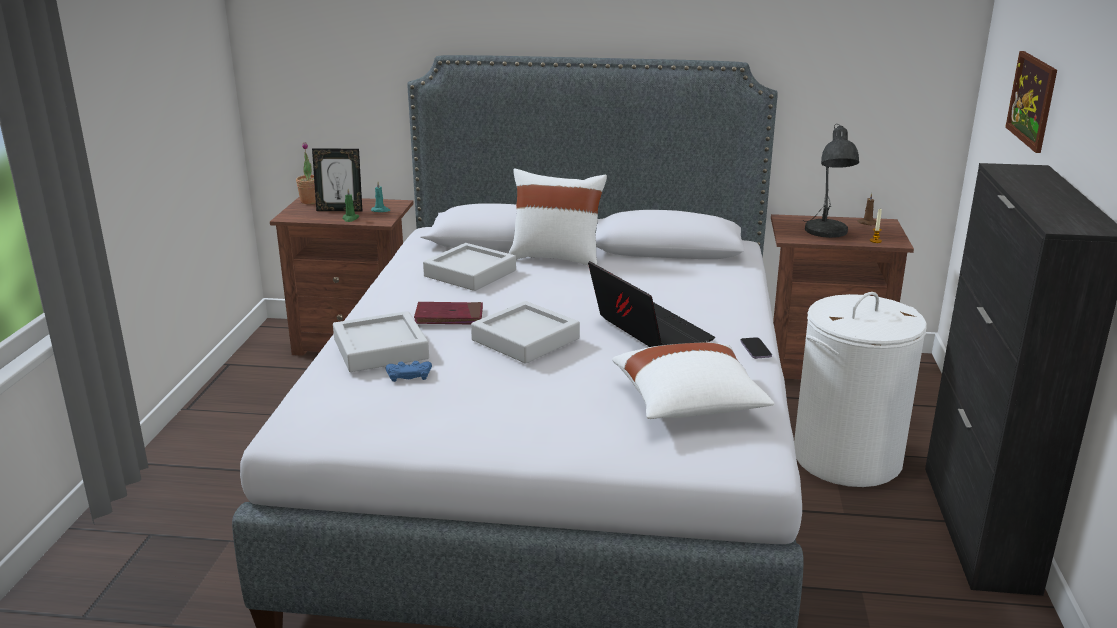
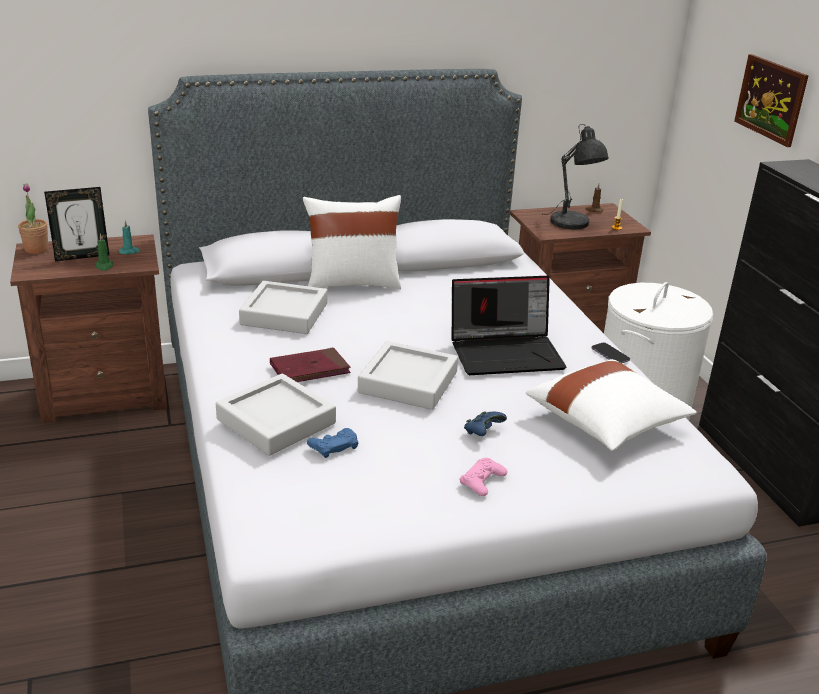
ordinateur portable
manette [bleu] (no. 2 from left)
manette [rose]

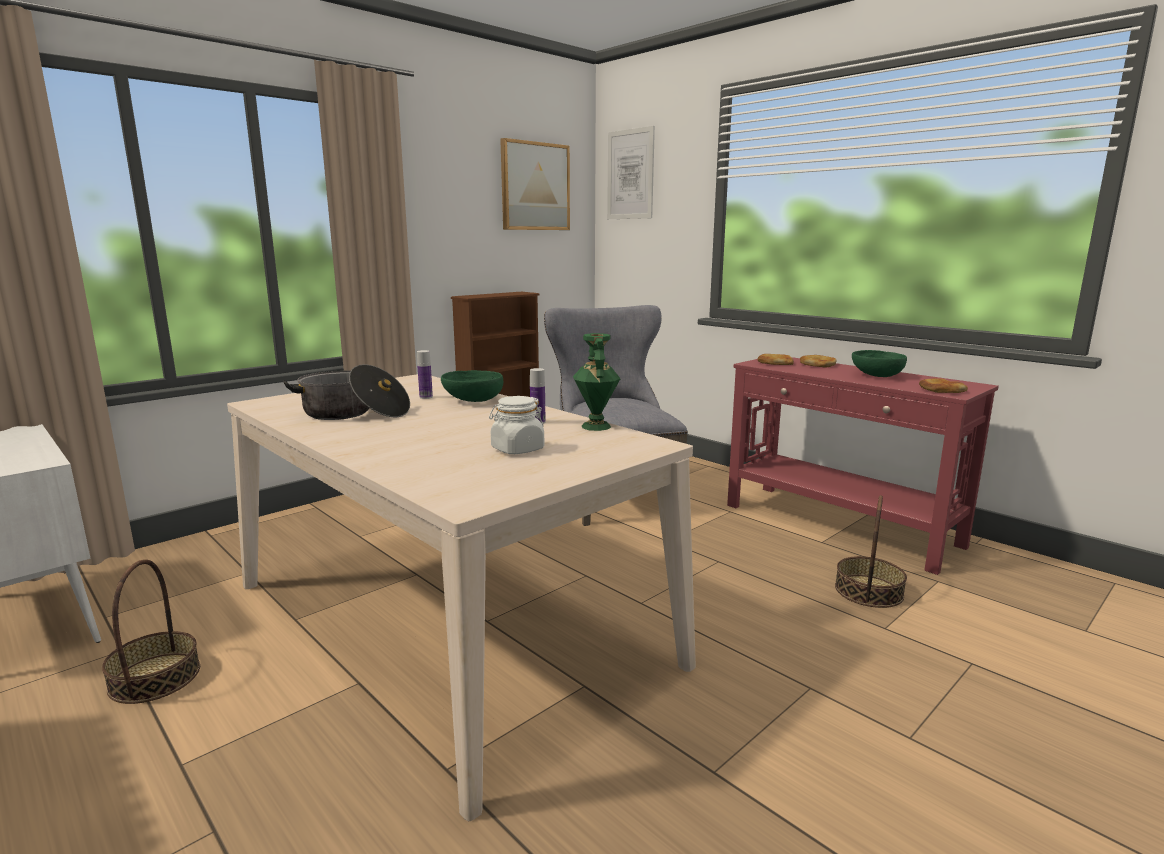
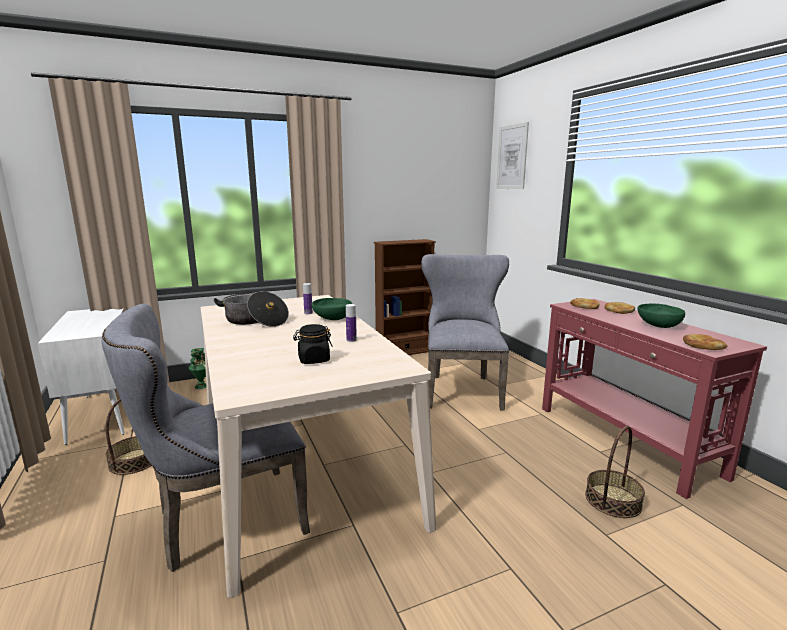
tableau (no. 1 from left in the first image)
vase [vert]
bocal [noir]
chaise [gris] (no. 1 from left)

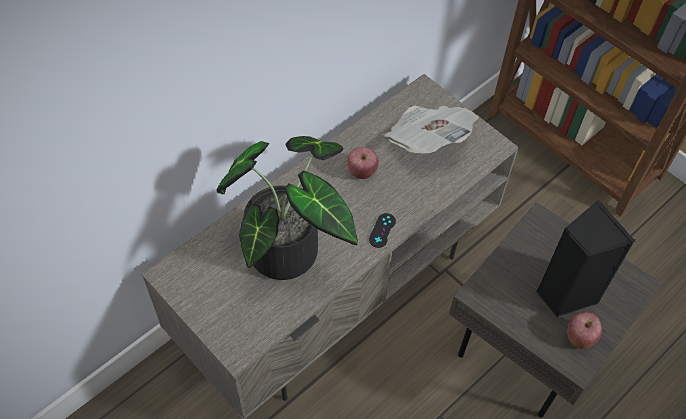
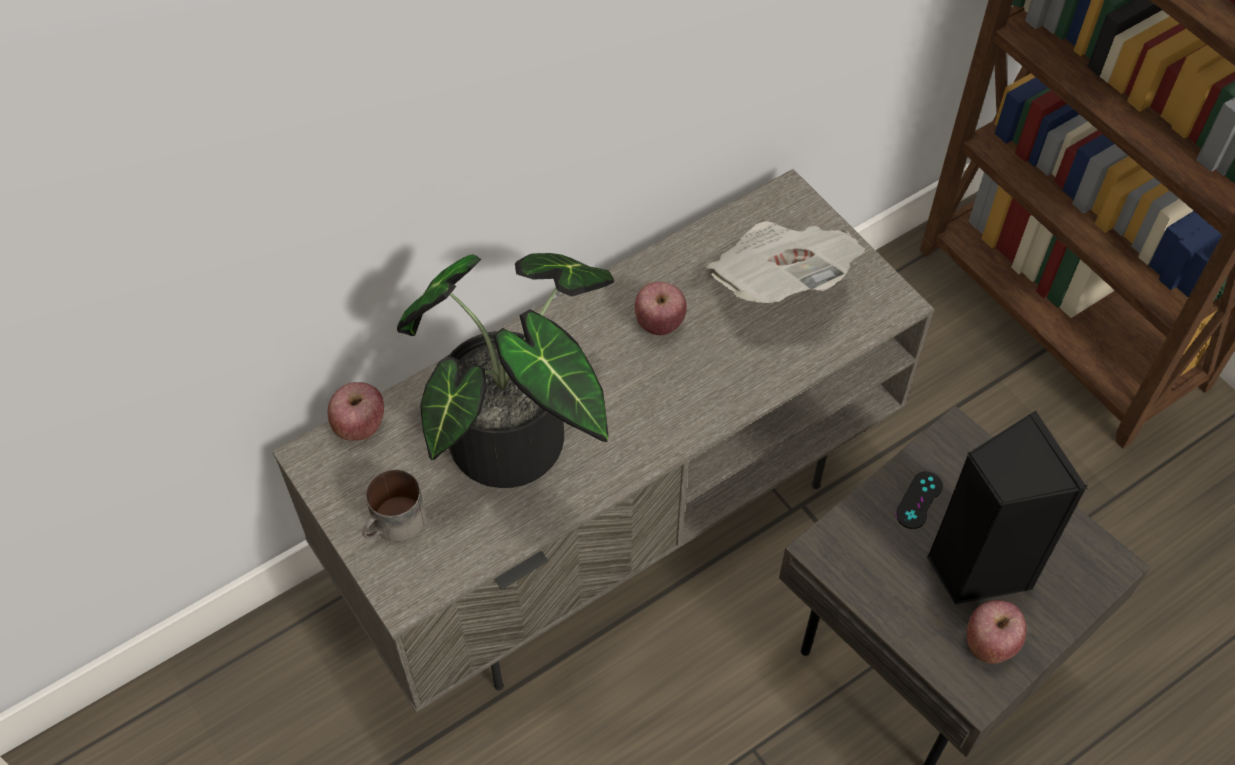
manette [noir]
pomme (no. 1 from left)
mug

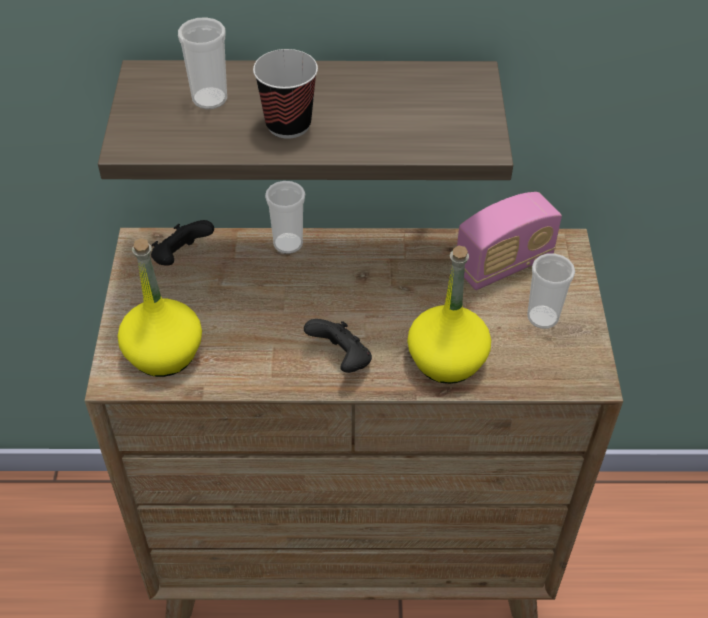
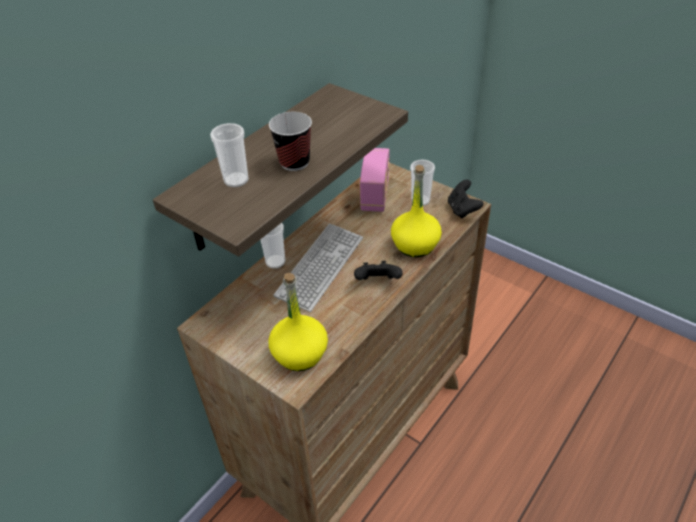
manette [noir] (no. 2 from left)
clavier

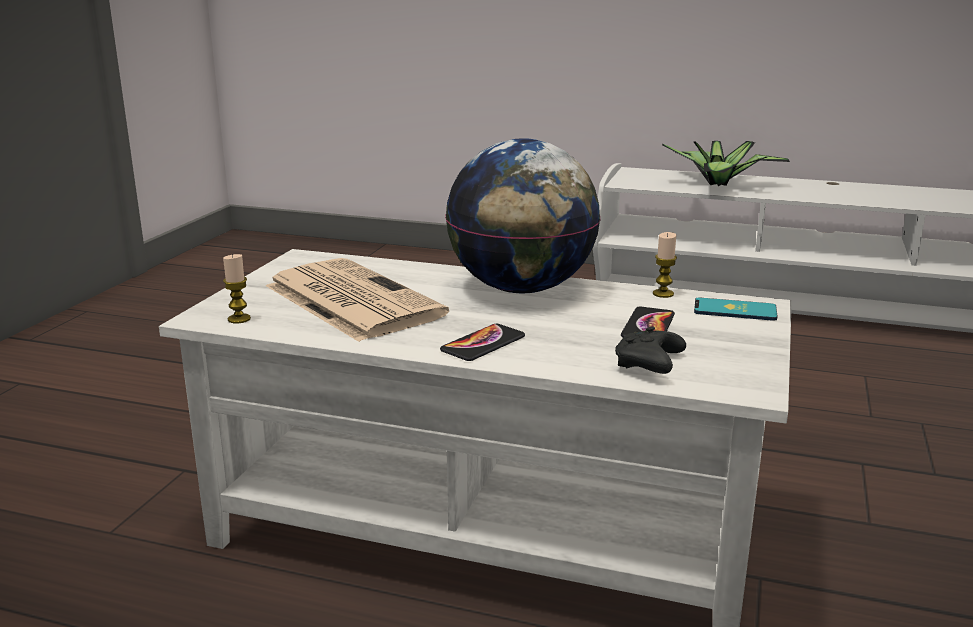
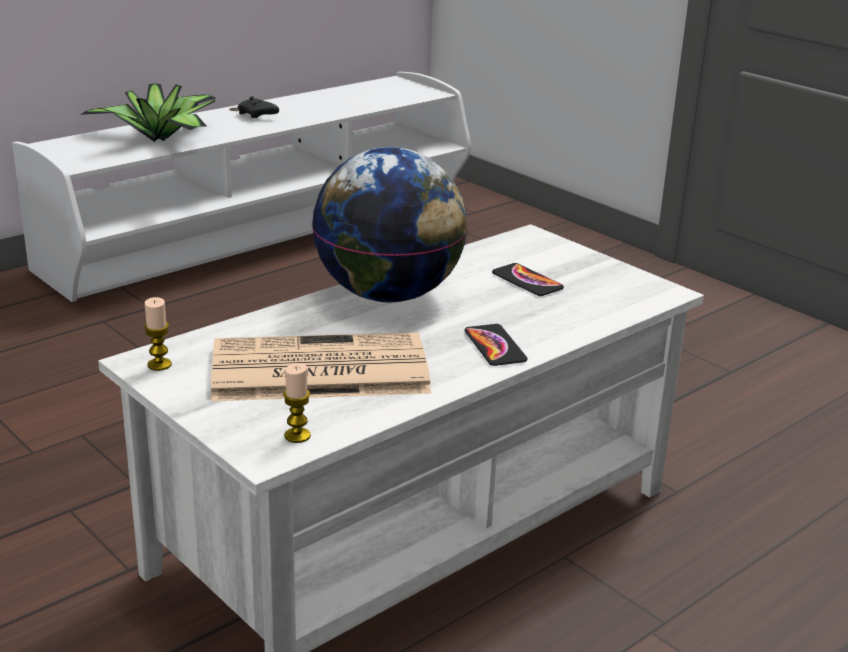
bougie (no. 1 from left)
téléphone (no. 3 from left in the first image)
manette [noir]

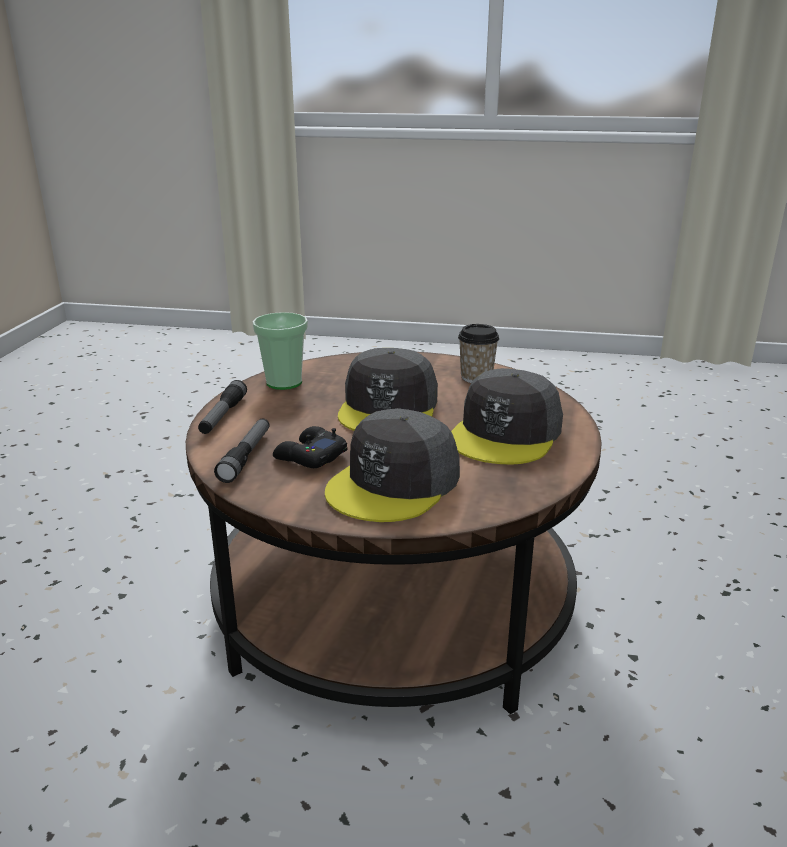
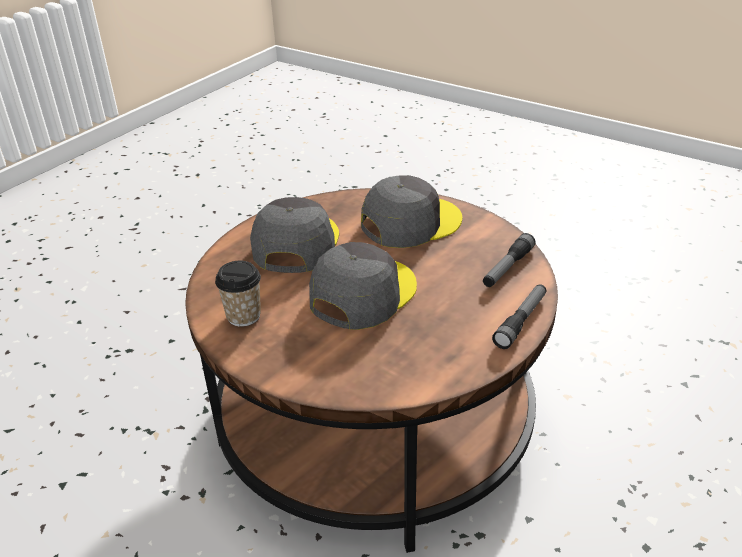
tasse (no. 1 from left in the first image)
casquette [gris] (no. 1 from left)
manette [noir]

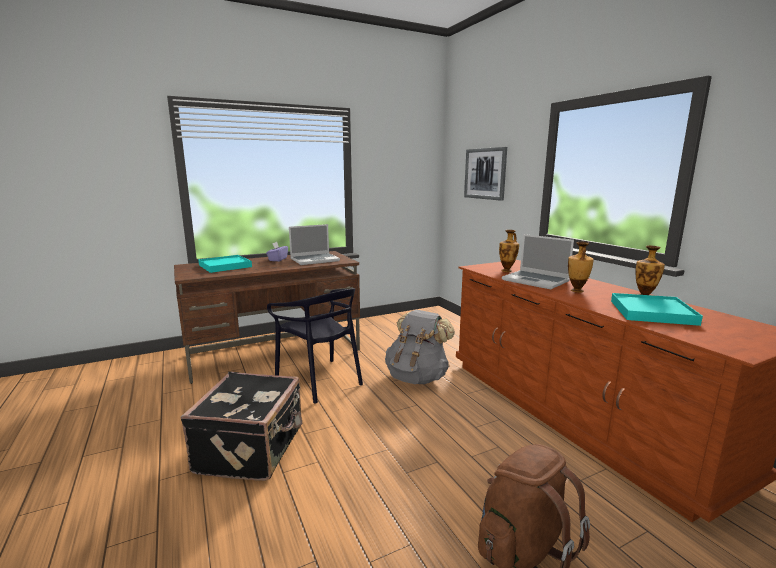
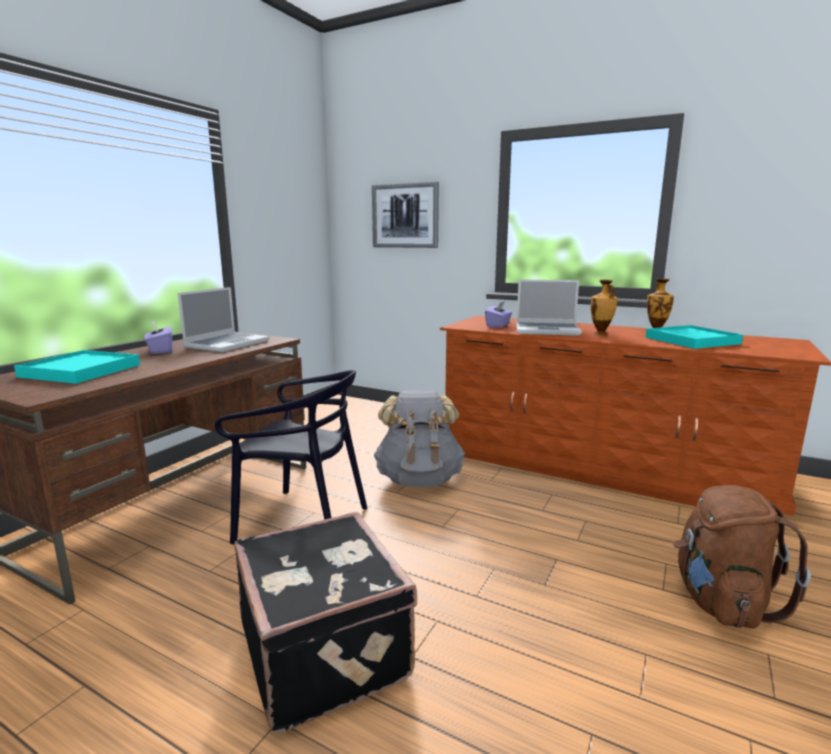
boîte à mouchoirs [violet] (no. 2 from left)

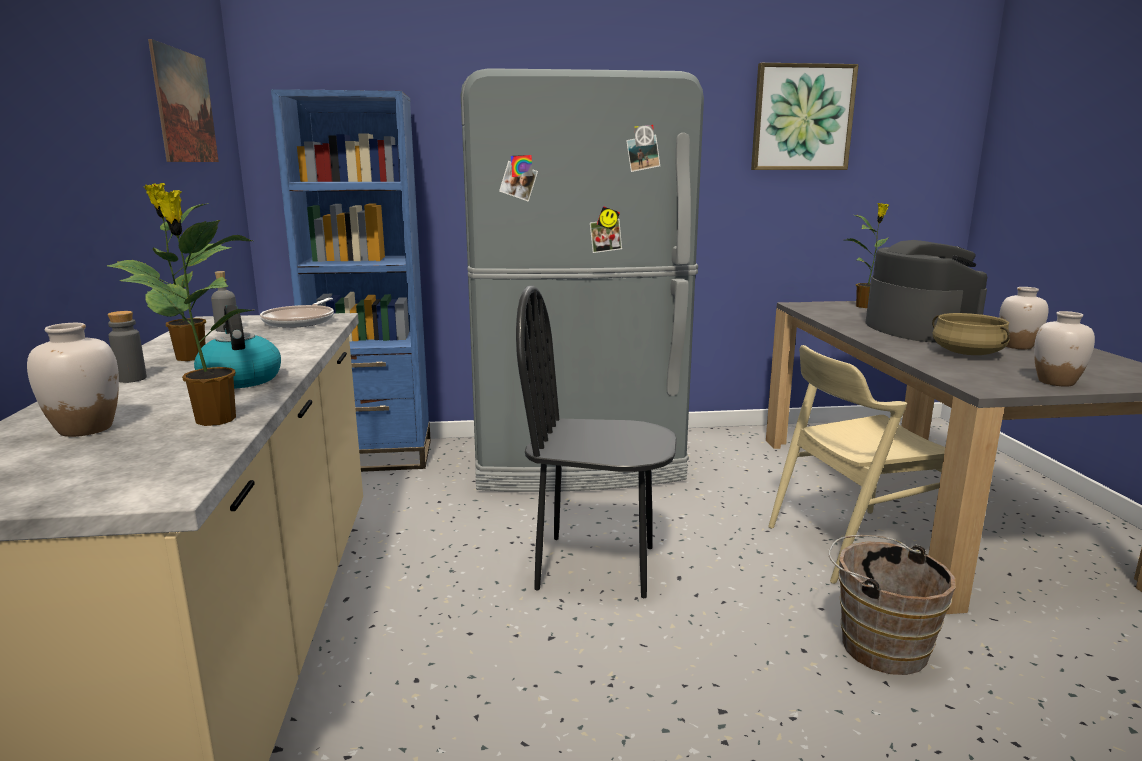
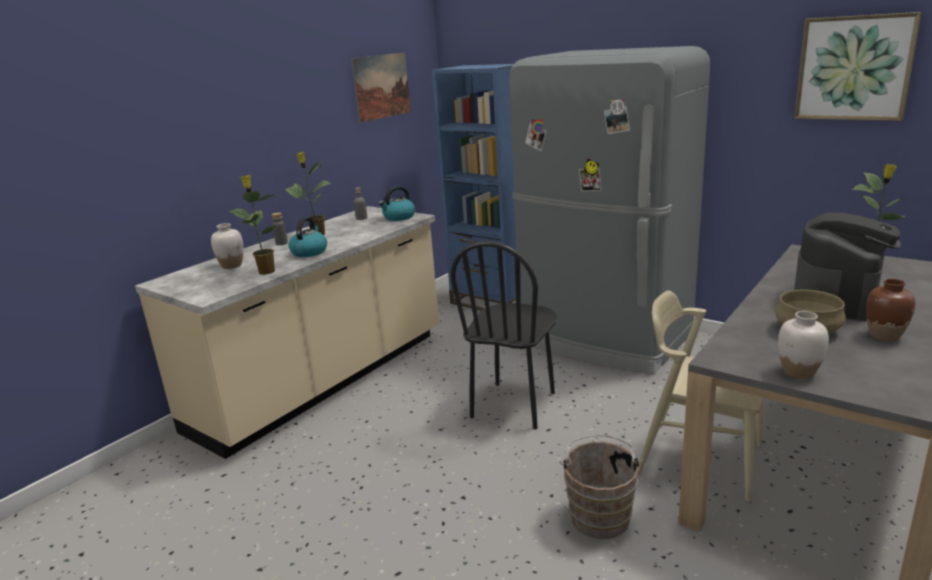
chaise [noir]
vase [marron]
bouilloire (no. 2 from left)

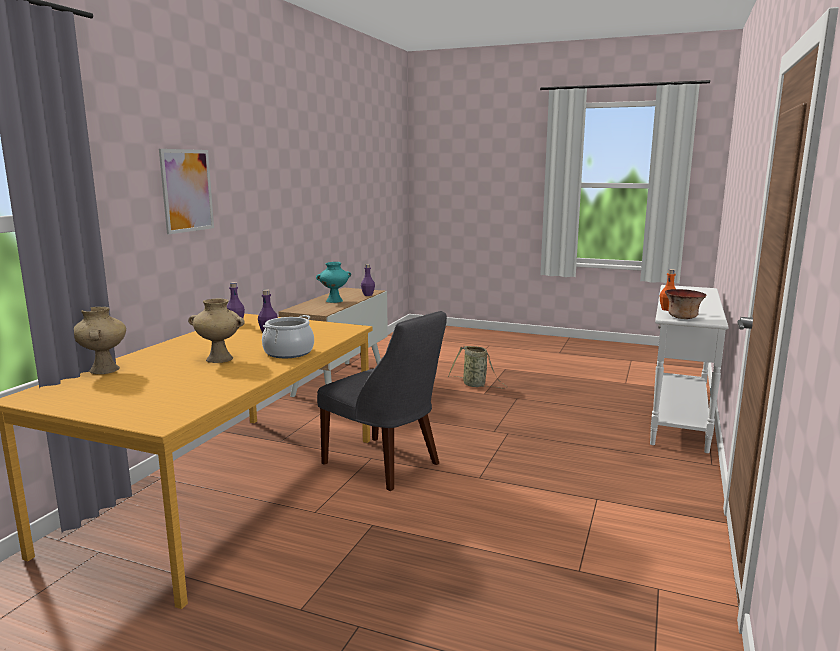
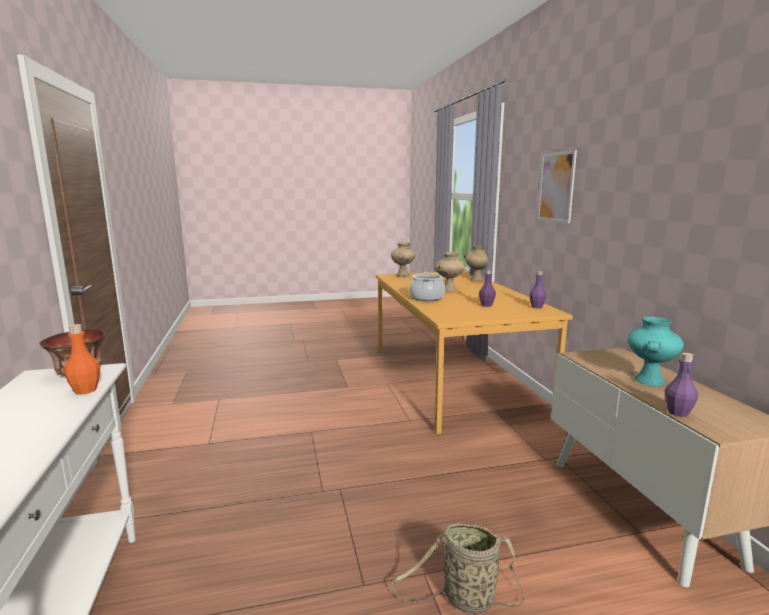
chaise [gris]
vase [beige] (no. 1 from left)

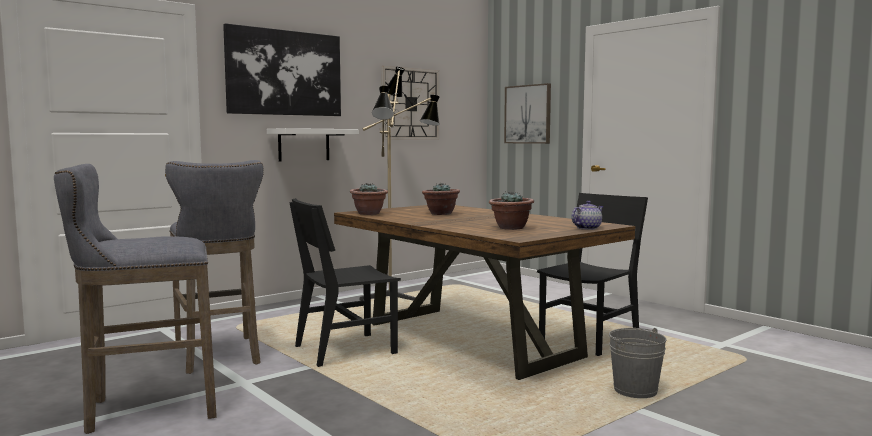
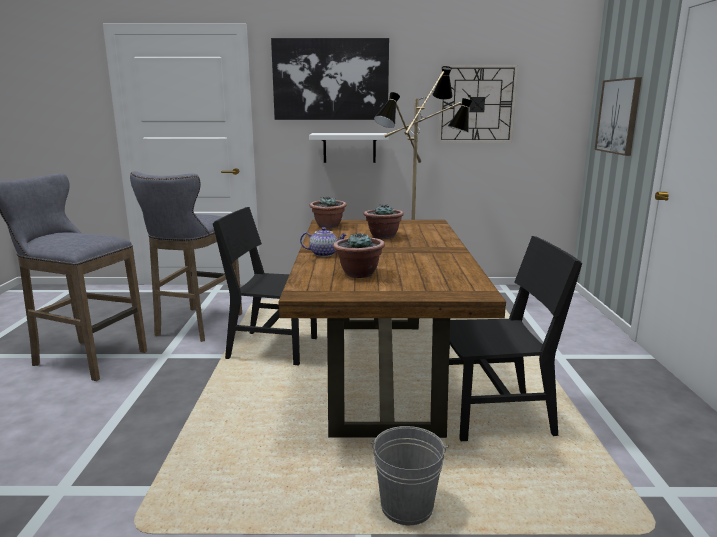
théière

